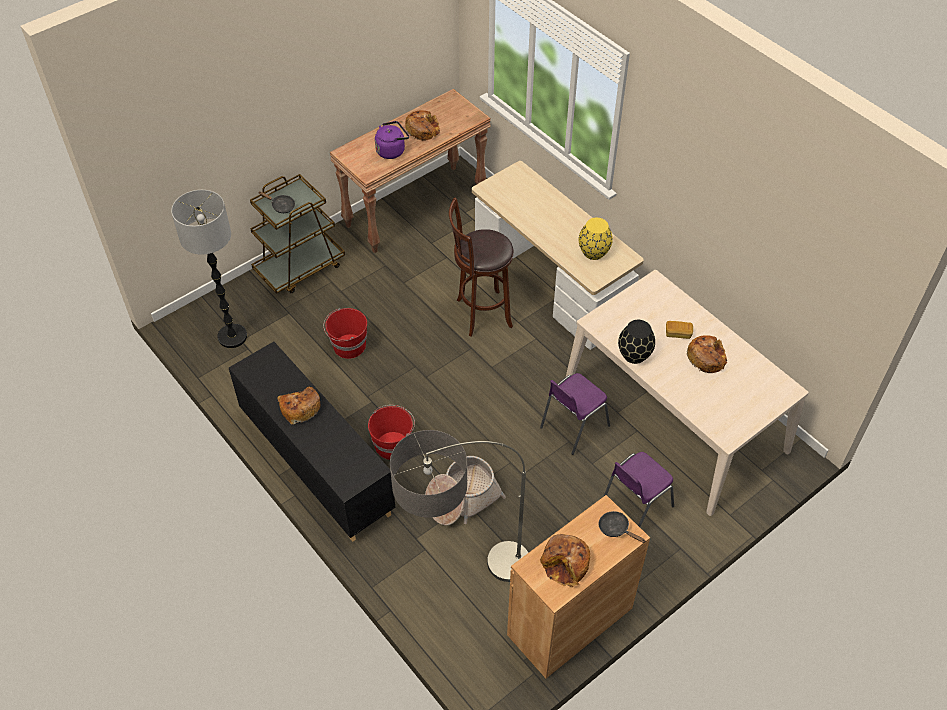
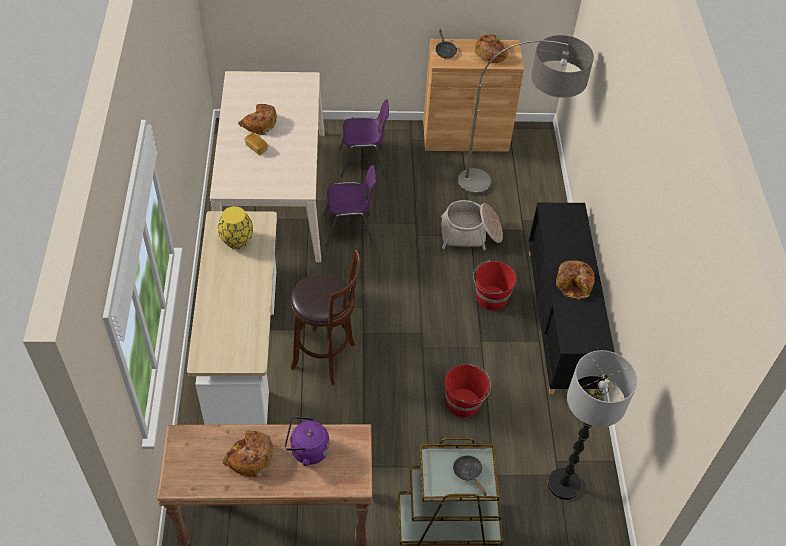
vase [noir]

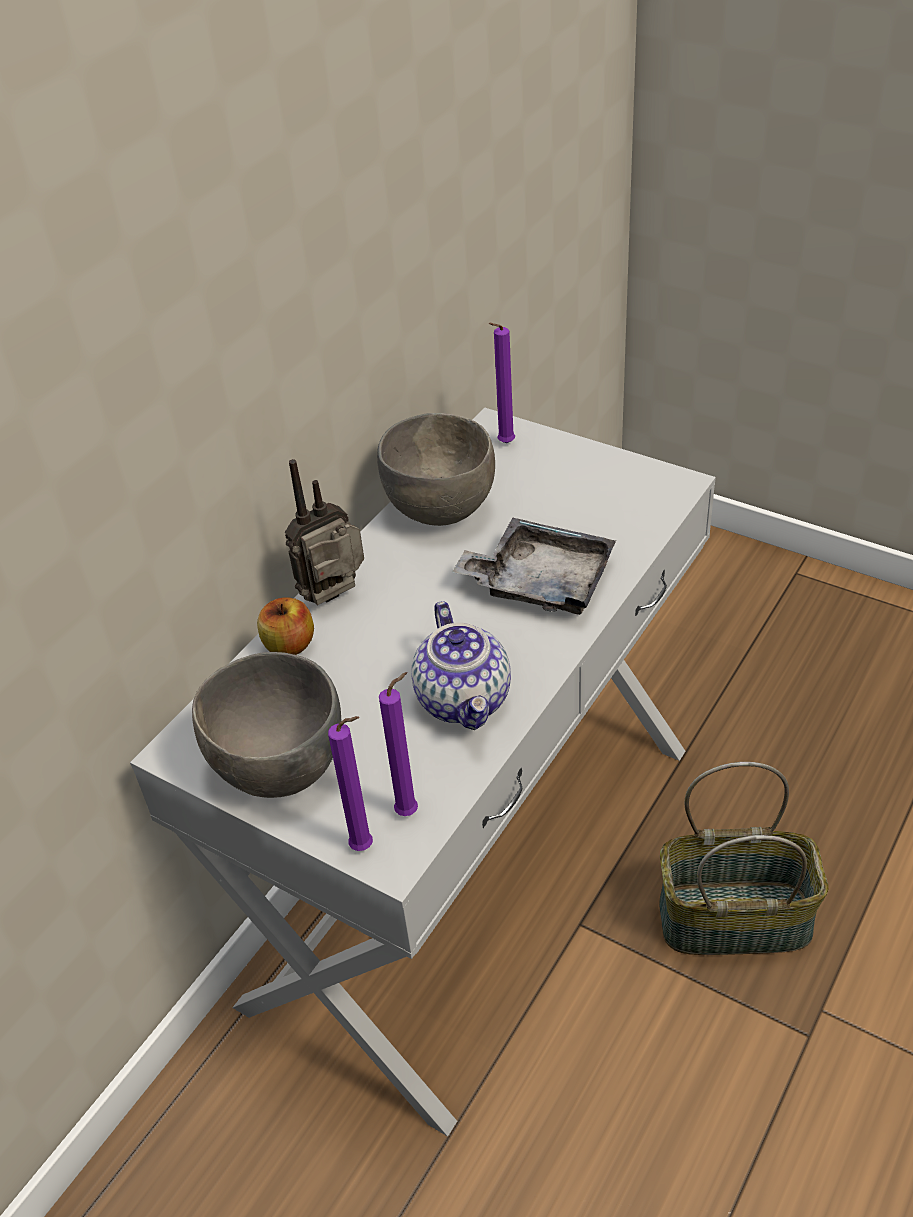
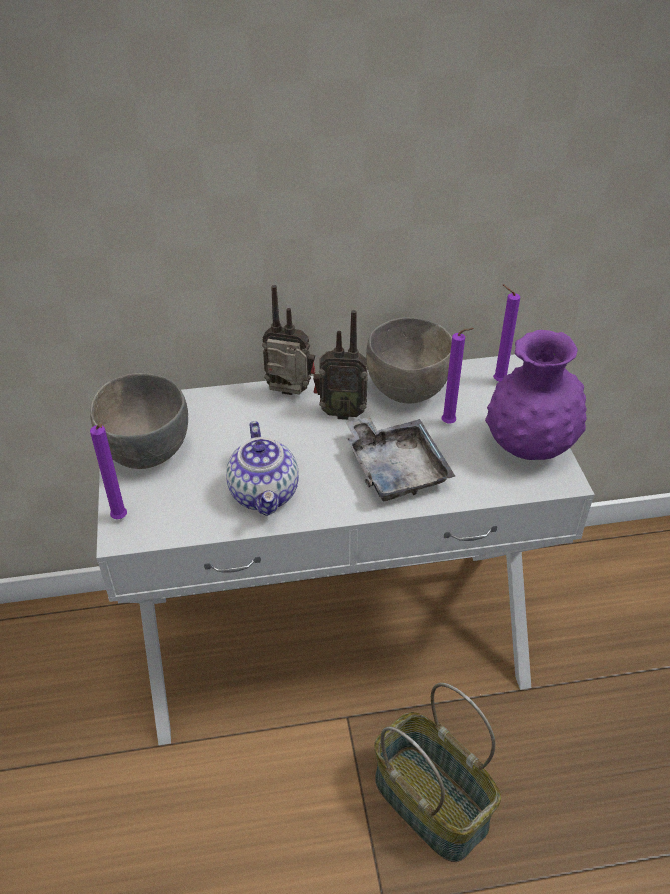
pomme
théière
bougie [violet] (no. 2 from left)
radio (no. 2 from left)
vase [violet]

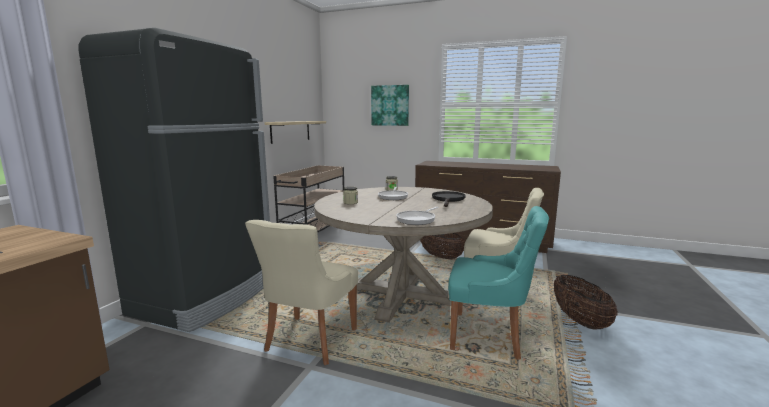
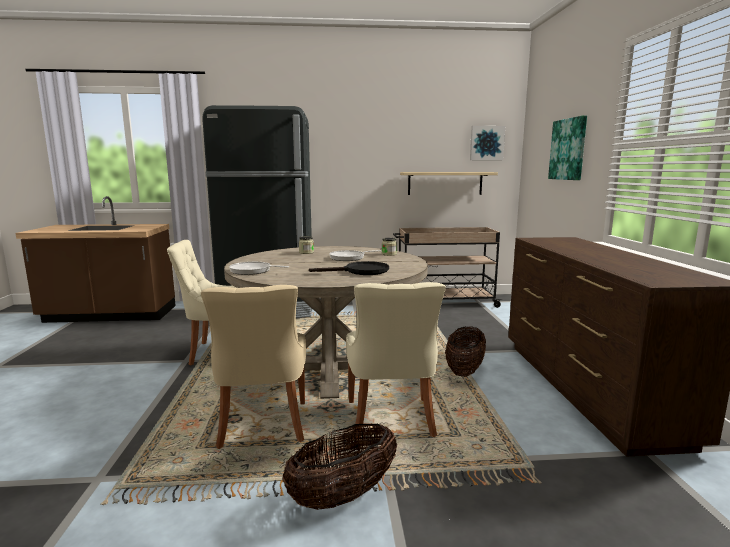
chaise [beige] (no. 2 from left)
tableau (no. 1 from left)

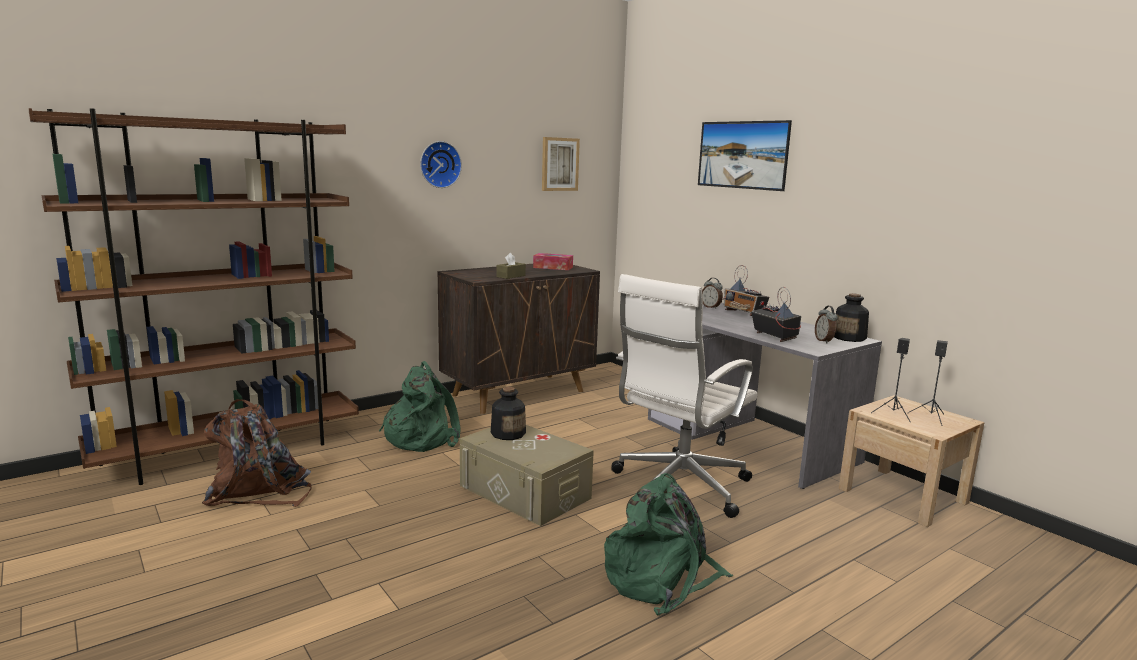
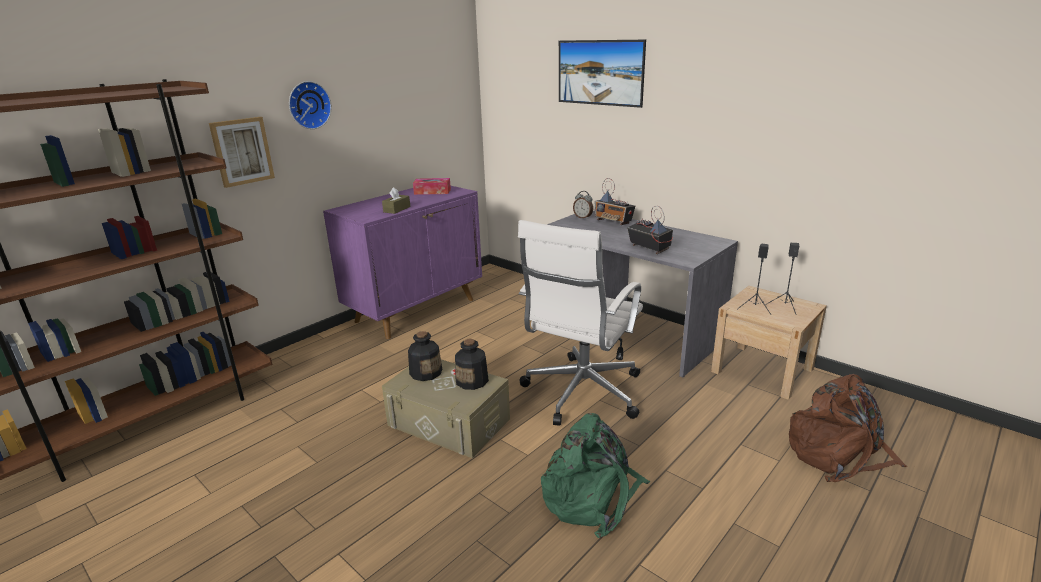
tableau (no. 1 from left)
meuble de rangement [violet]
bouteille (no. 2 from left)
réveil (no. 2 from left in the first image)
sac à dos [vert] (no. 1 from left in the first image)
sac à dos [marron]

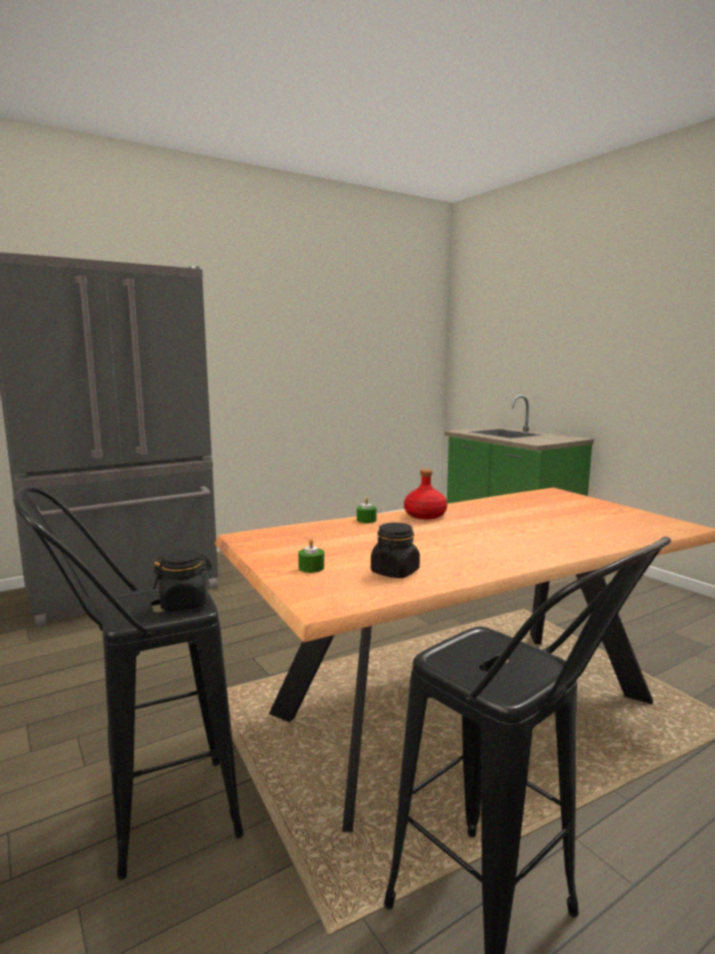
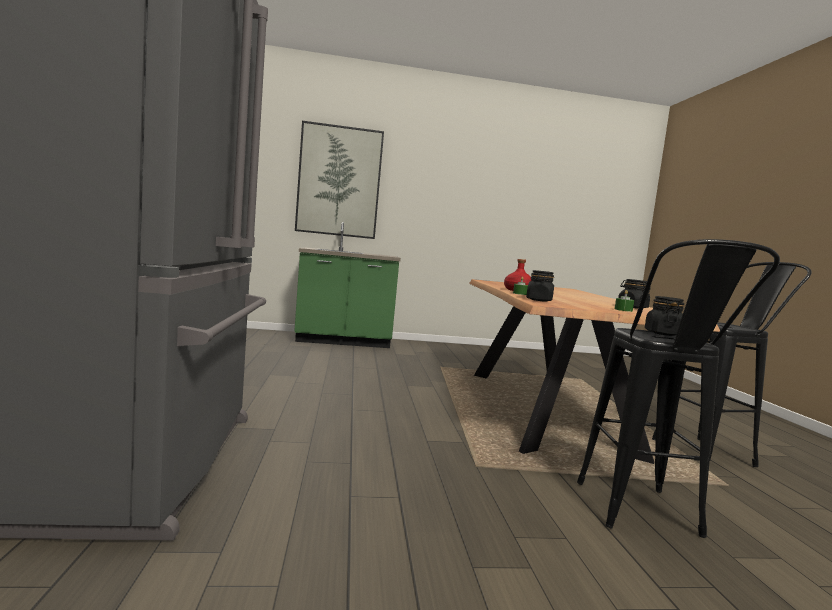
tableau
bocal [noir] (no. 1 from left)

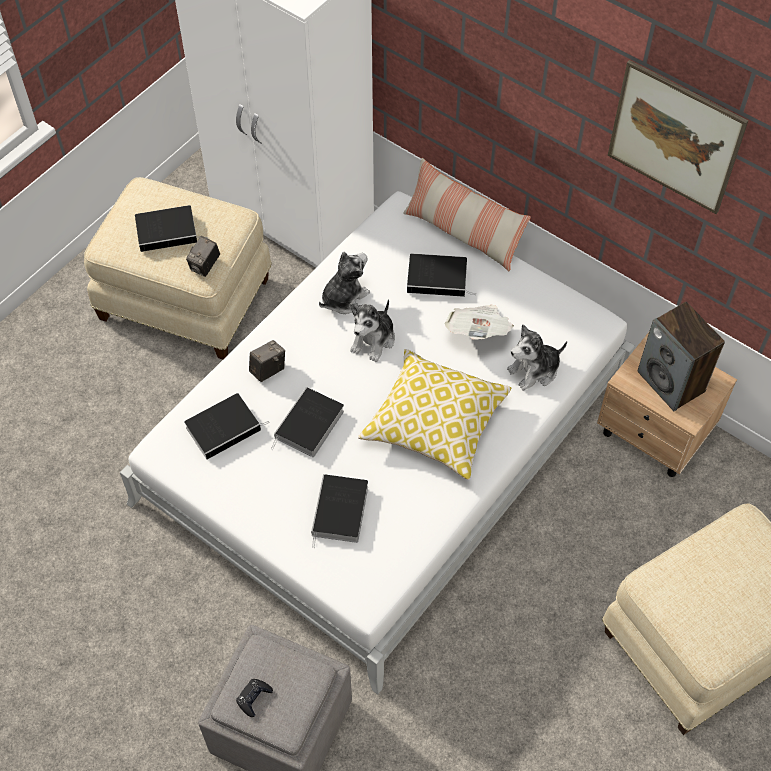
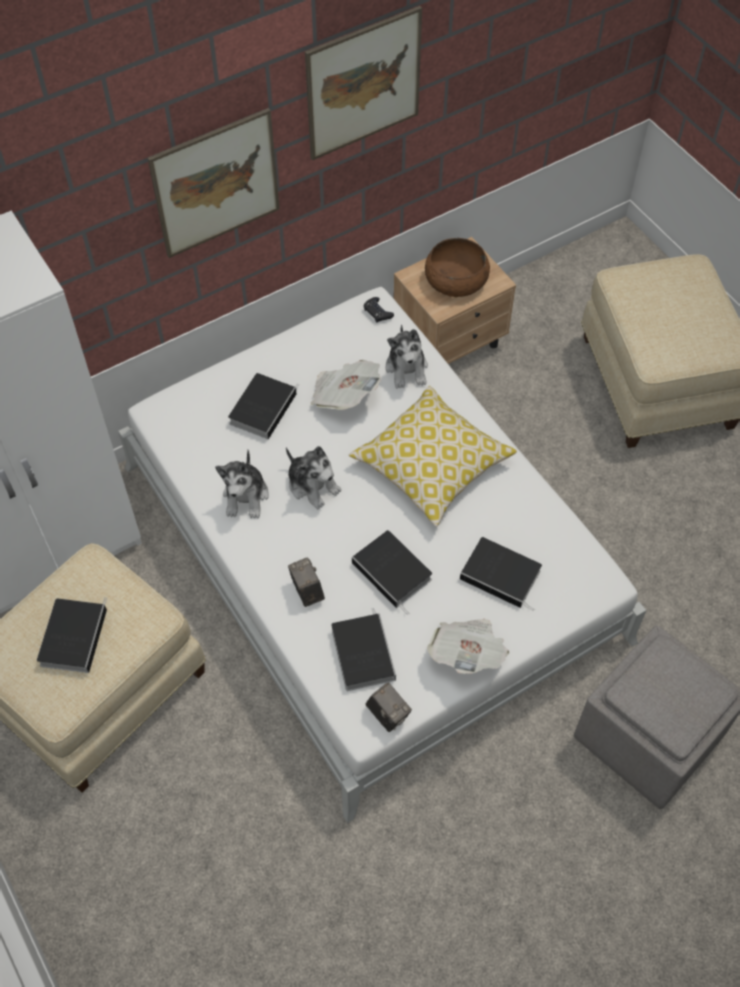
coussin (no. 2 from left in the first image)
appareil photo (no. 2 from left)
peluche (no. 1 from left)
bol [marron]
manette [noir]
tableau (no. 1 from left)
journal (no. 2 from left)

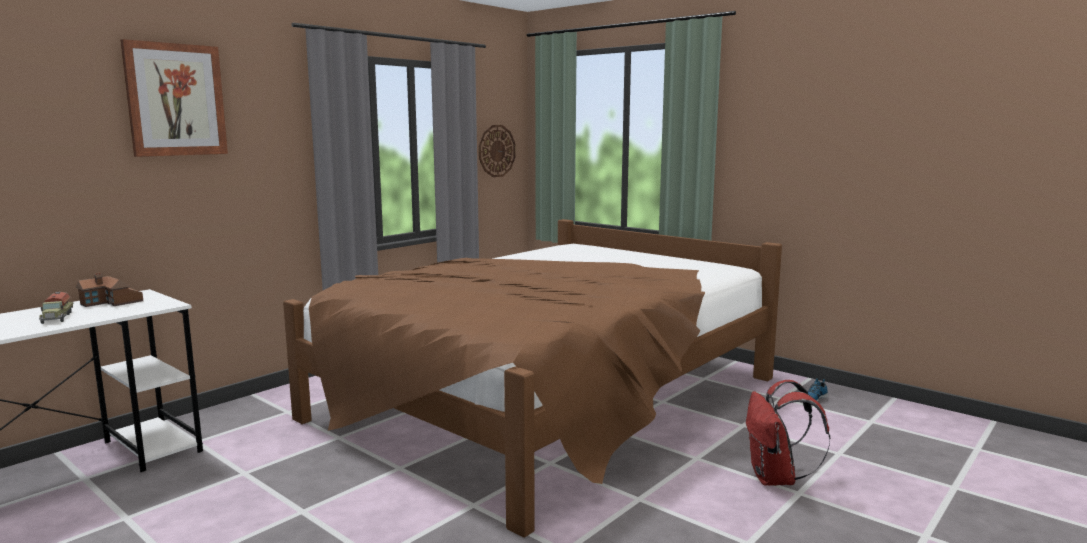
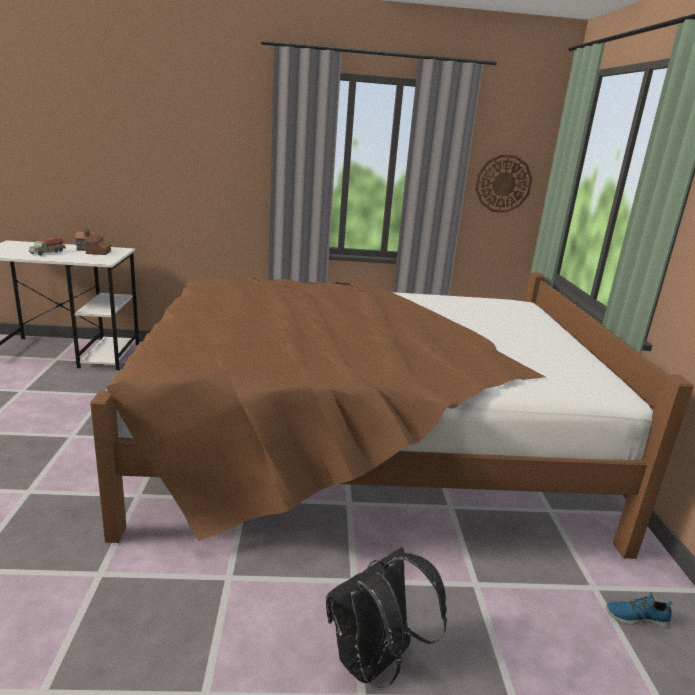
tableau
sac à dos [noir]

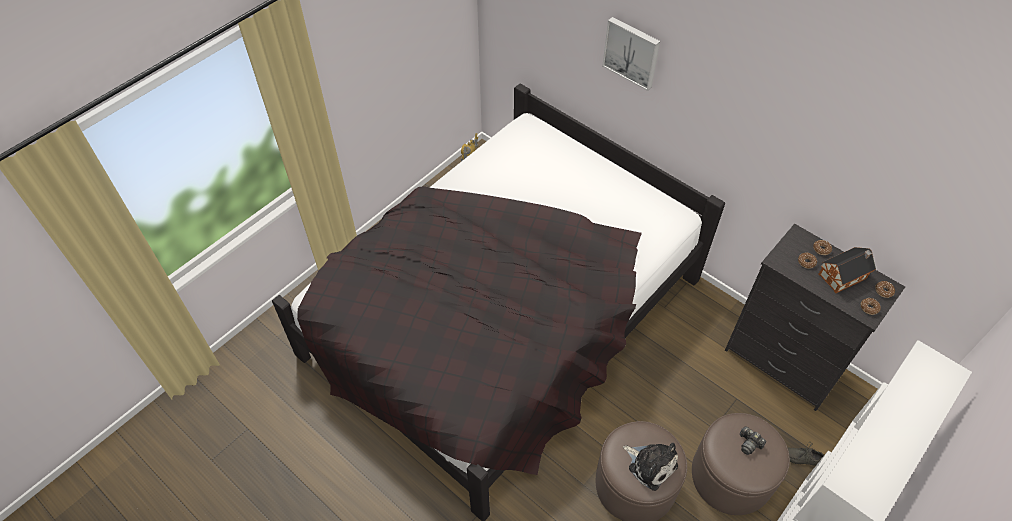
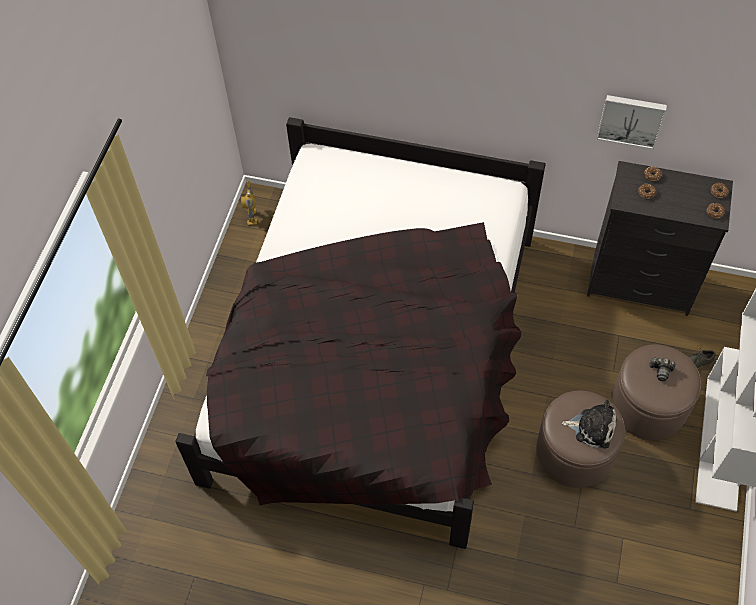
tableau
maison miniature

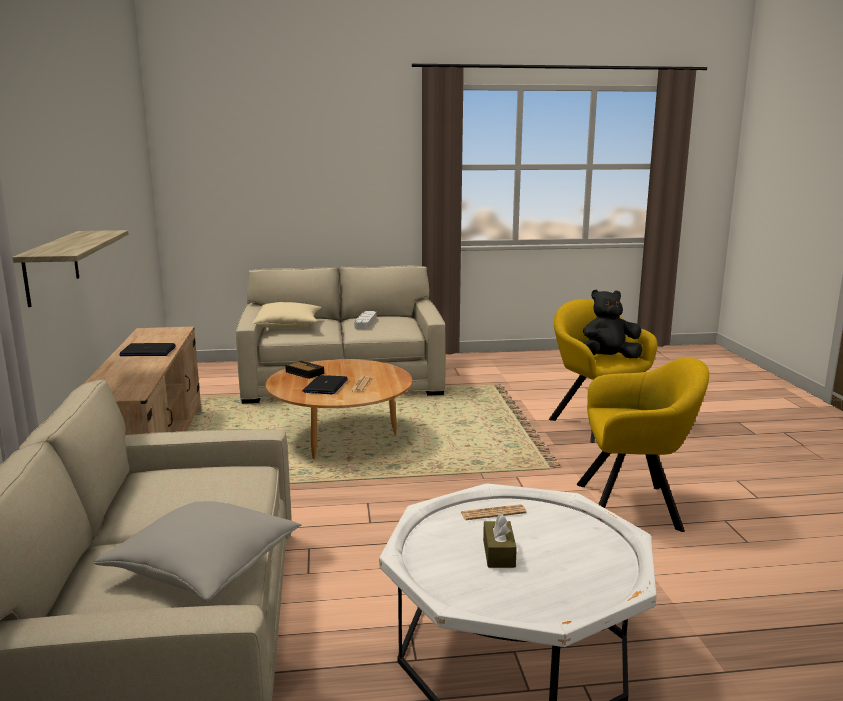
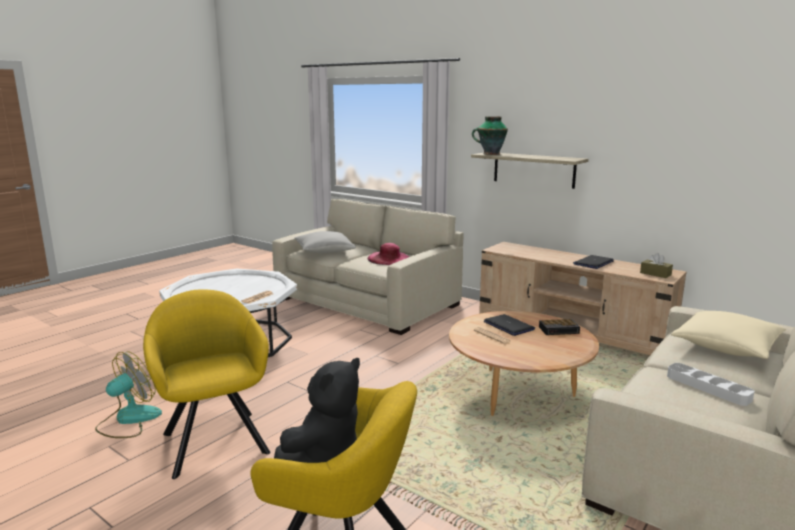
fauteuil [jaune] (no. 1 from left)
boîte à mouchoirs [marron]
vase
chapeau [rose]
ventilateur

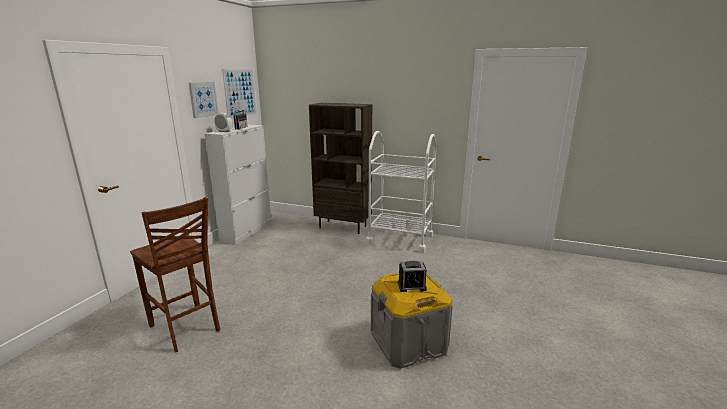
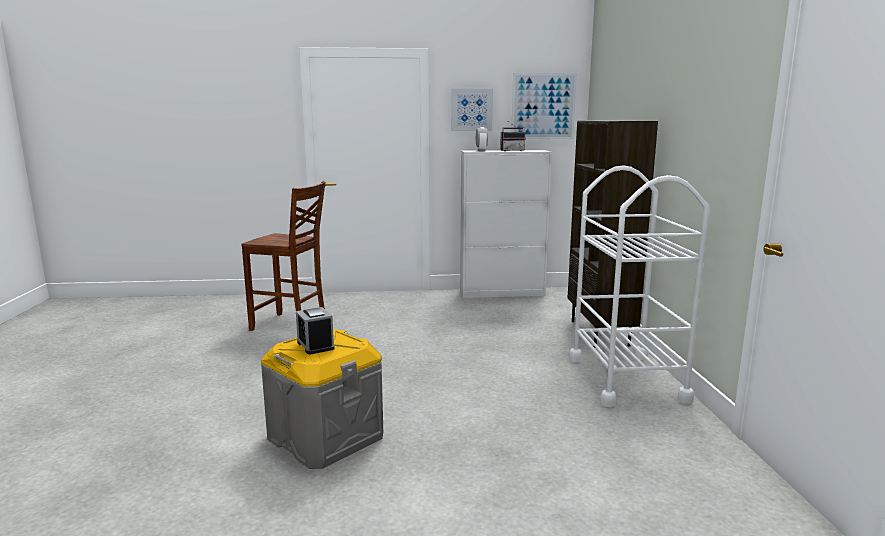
chaise [marron]

